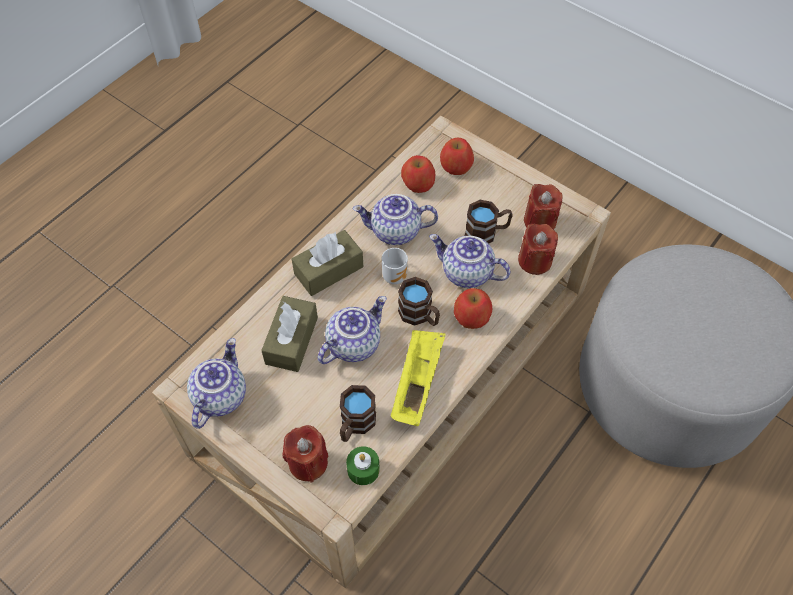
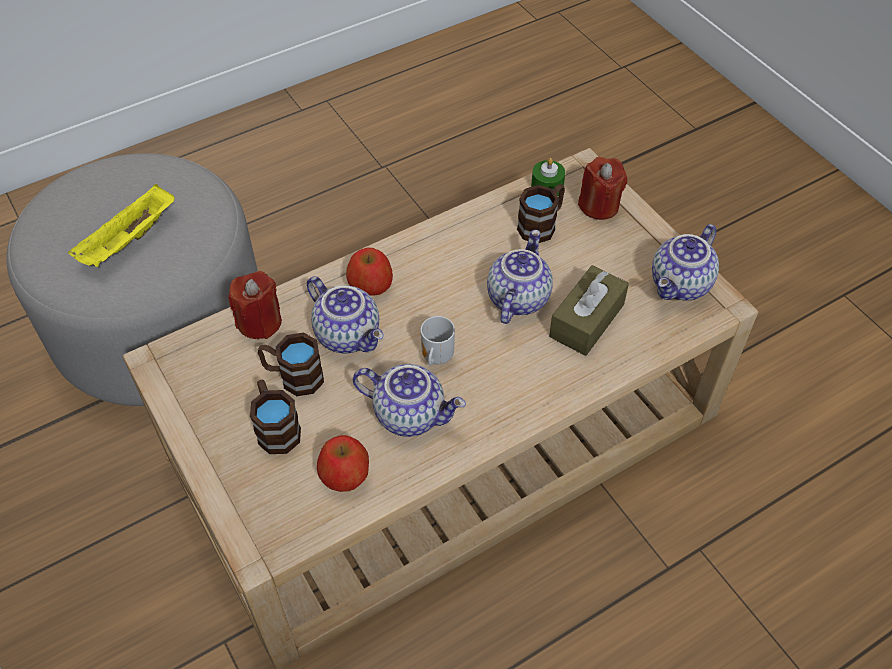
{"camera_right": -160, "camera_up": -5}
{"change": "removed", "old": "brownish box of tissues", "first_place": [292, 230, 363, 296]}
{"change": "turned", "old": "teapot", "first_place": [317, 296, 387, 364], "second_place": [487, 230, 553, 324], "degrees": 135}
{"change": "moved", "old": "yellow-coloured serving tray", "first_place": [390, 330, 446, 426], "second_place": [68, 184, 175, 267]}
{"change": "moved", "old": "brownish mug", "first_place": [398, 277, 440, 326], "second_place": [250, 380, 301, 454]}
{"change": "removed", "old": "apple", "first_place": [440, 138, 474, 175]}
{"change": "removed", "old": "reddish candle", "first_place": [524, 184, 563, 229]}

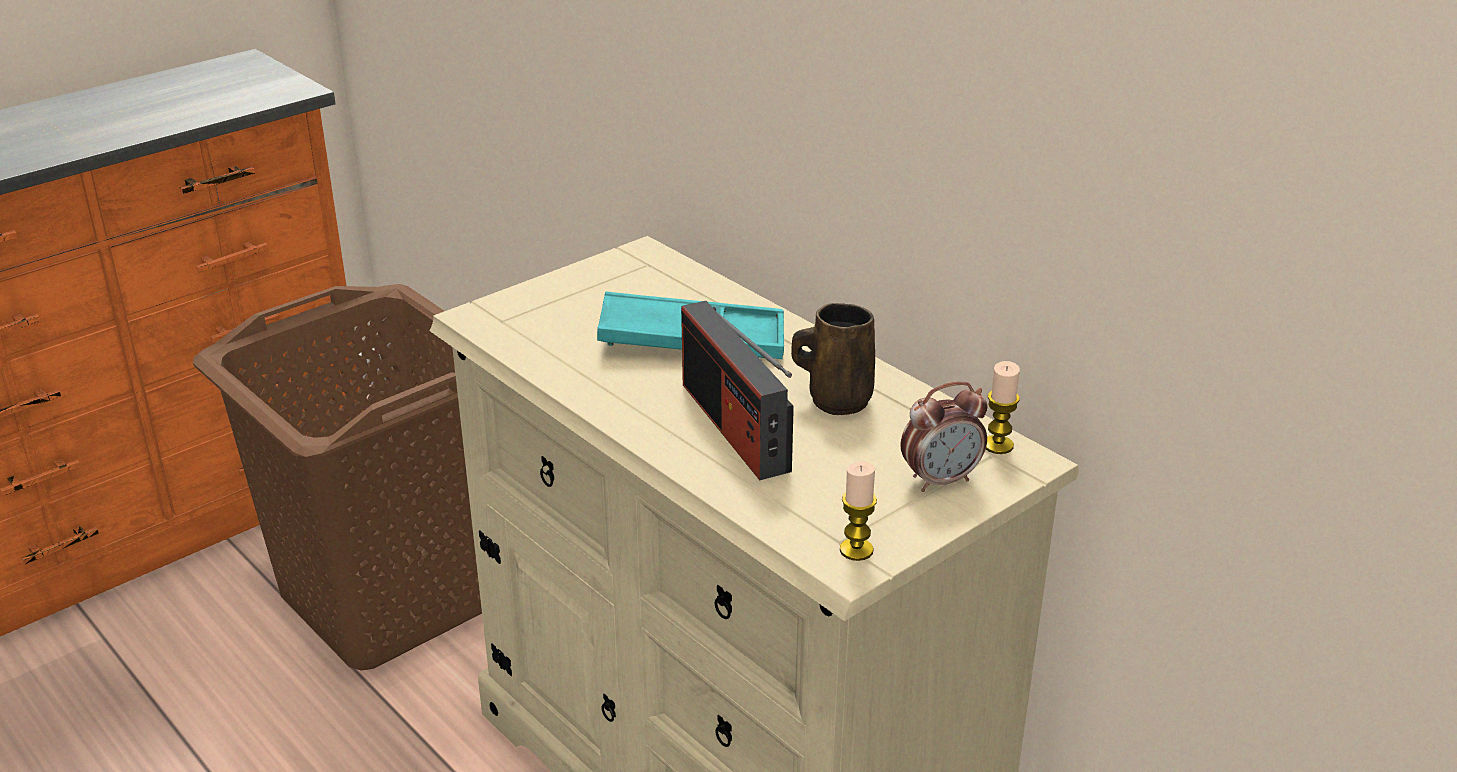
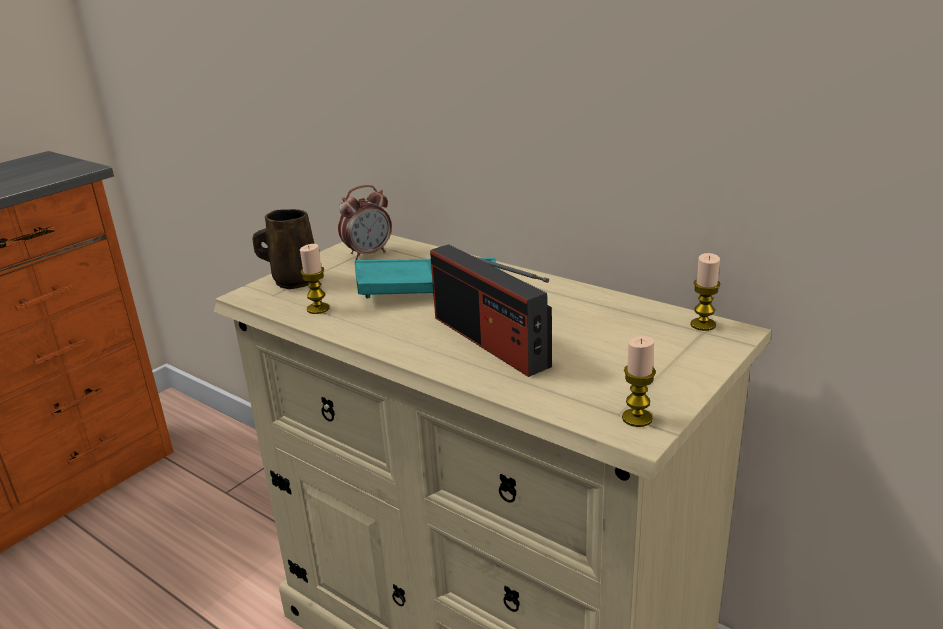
{"camera_right": -10, "camera_up": -5}
{"change": "removed", "old": "brownish washing basket", "first_place": [193, 284, 482, 671]}
{"change": "moved", "old": "brownish mug", "first_place": [791, 303, 875, 415], "second_place": [252, 209, 314, 289]}
{"change": "moved", "old": "alarm clock", "first_place": [901, 381, 988, 492], "second_place": [338, 185, 392, 260]}
{"change": "added", "new": "candle", "second_place": [300, 244, 329, 314]}

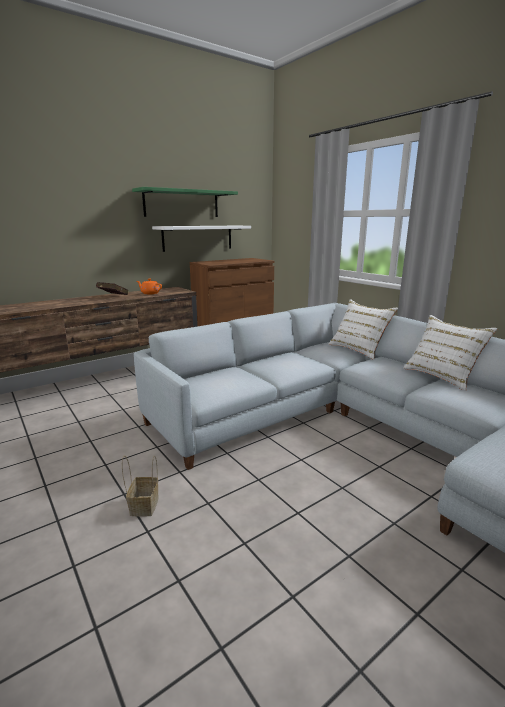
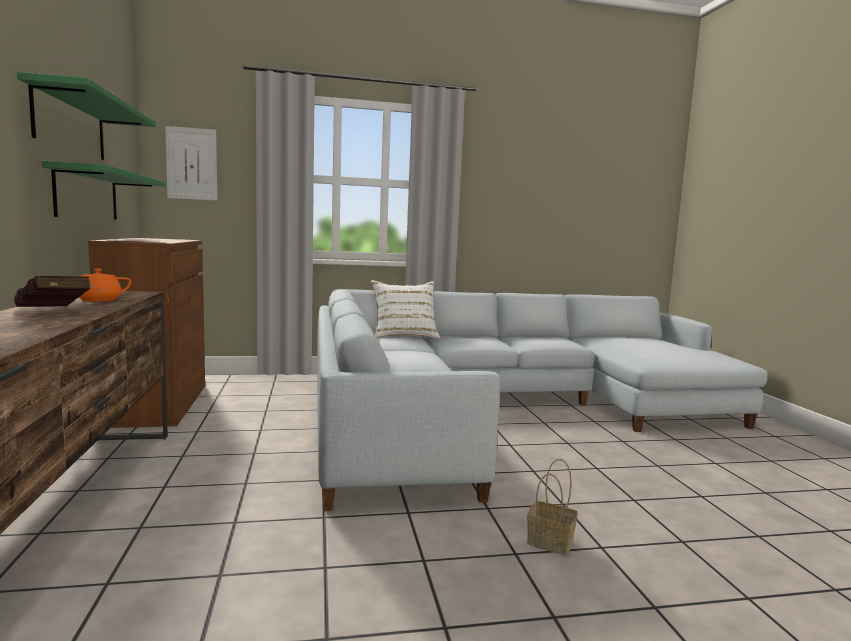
{"camera_right": -65, "camera_up": -10}
{"change": "recoloured", "old": "whitish bracket shelf", "new": "green-coloured bracket shelf", "first_place": [152, 226, 251, 252], "second_place": [42, 161, 165, 220]}
{"change": "removed", "old": "whitish throw pillow", "first_place": [403, 315, 498, 391]}
{"change": "added", "new": "picture", "second_place": [165, 126, 217, 201]}

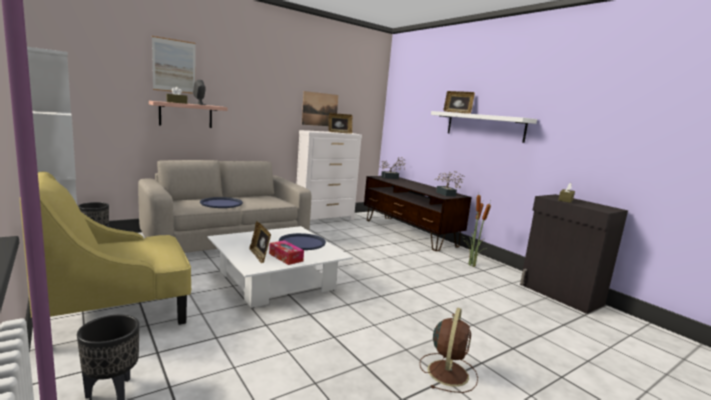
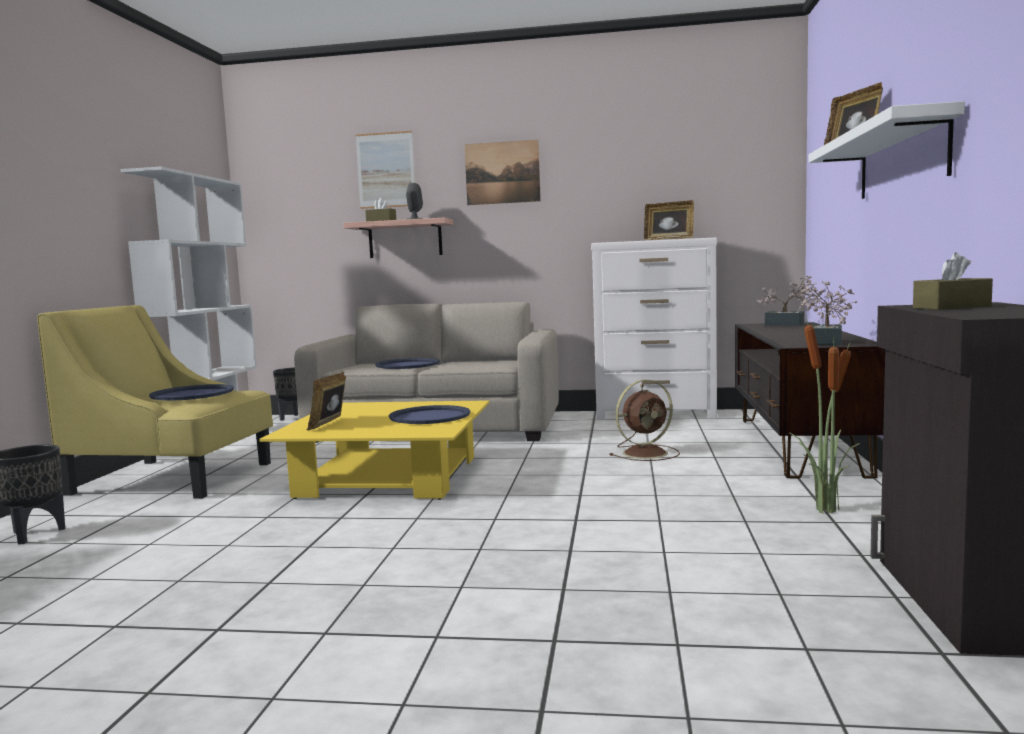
{"camera_right": 45, "camera_up": -5}
{"change": "recoloured", "old": "whitish coffee table", "new": "yellow-coloured coffee table", "first_place": [207, 226, 353, 308], "second_place": [259, 400, 489, 500]}
{"change": "removed", "old": "box of tissues", "first_place": [269, 240, 304, 265]}
{"change": "moved", "old": "picture", "first_place": [302, 91, 338, 126], "second_place": [464, 140, 541, 205]}
{"change": "moved", "old": "brownish cooling fan", "first_place": [420, 308, 478, 393], "second_place": [610, 379, 680, 461]}
{"change": "added", "new": "blue-coloured serving tray", "second_place": [149, 384, 234, 401]}

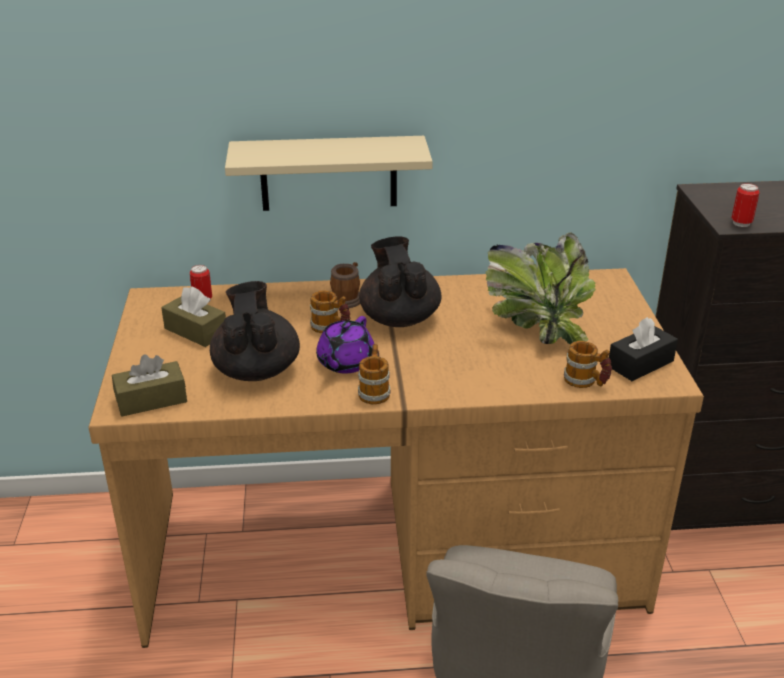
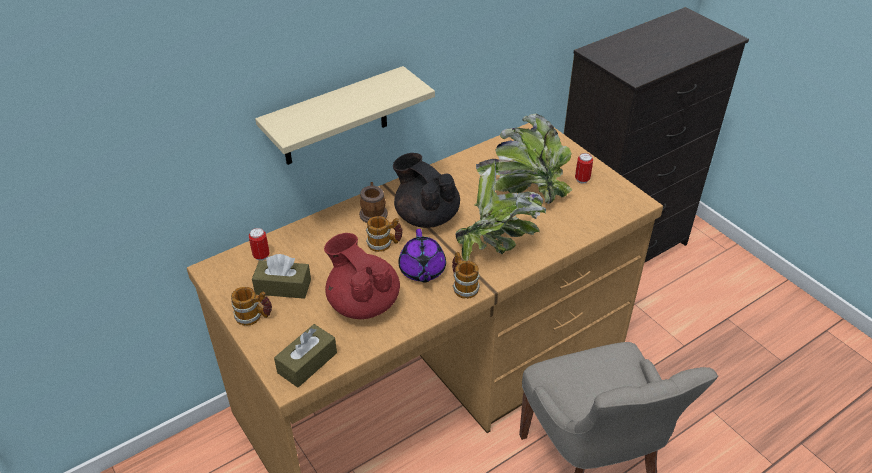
{"camera_right": -30, "camera_up": 10}
{"change": "recoloured", "old": "black-coloured teapot", "new": "reddish teapot", "first_place": [210, 281, 300, 381], "second_place": [324, 233, 400, 319]}
{"change": "moved", "old": "mug", "first_place": [564, 341, 612, 388], "second_place": [231, 287, 272, 326]}
{"change": "removed", "old": "black-coloured box of tissues", "first_place": [609, 317, 678, 381]}
{"change": "moved", "old": "sealed can", "first_place": [731, 183, 760, 227], "second_place": [575, 153, 593, 184]}
{"change": "added", "new": "houseplant", "second_place": [456, 159, 546, 261]}

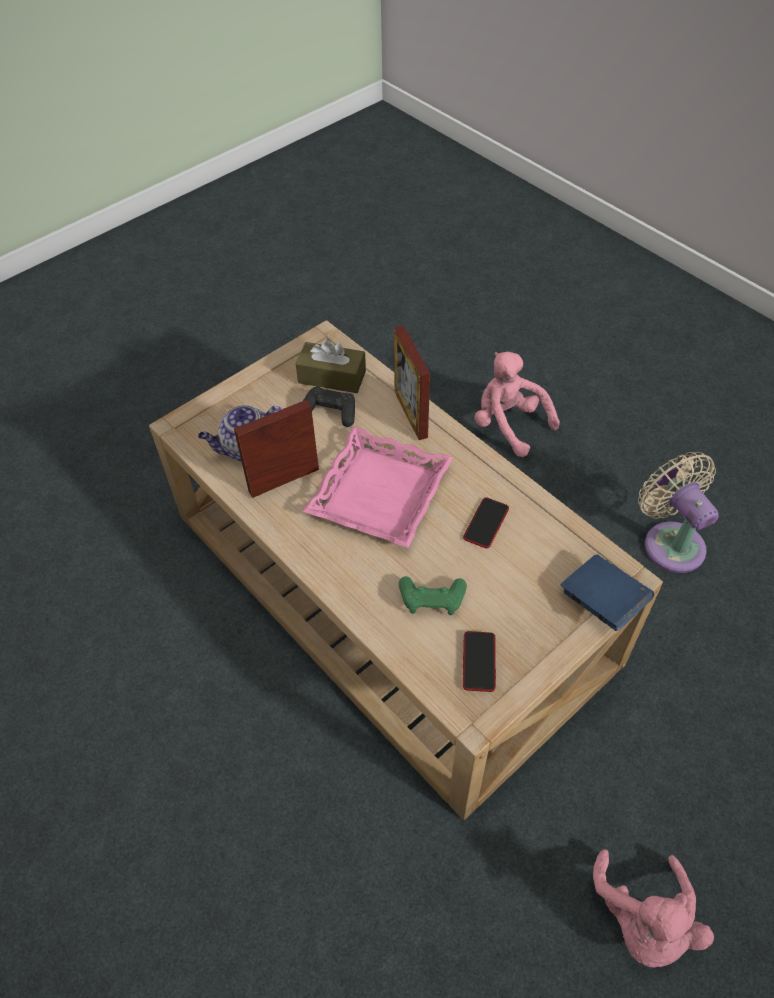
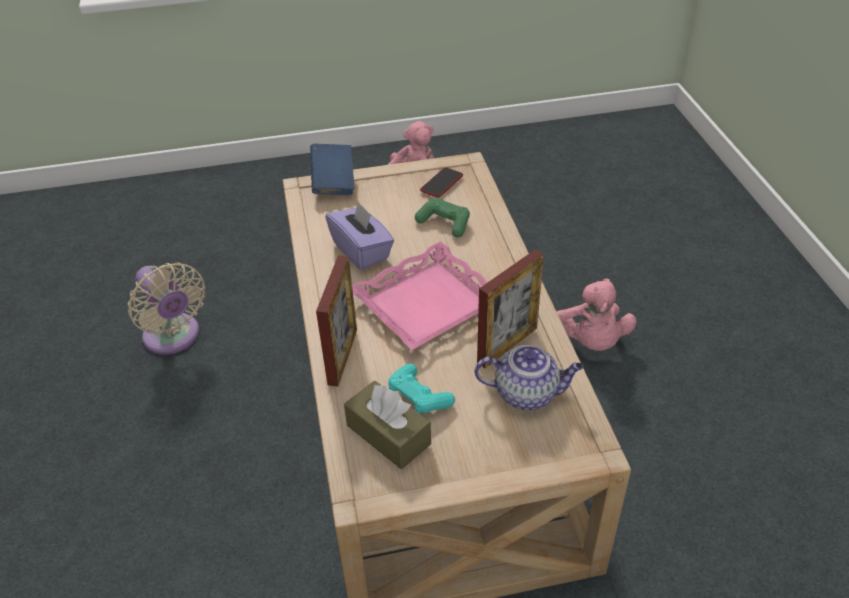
{"camera_right": -150, "camera_up": -10}
{"change": "turned", "old": "photo frame", "first_place": [234, 400, 319, 498], "second_place": [477, 249, 544, 368], "degrees": -45}
{"change": "recoloured", "old": "black-coloured gamepad", "new": "blue-green gamepad", "first_place": [303, 387, 355, 427], "second_place": [388, 364, 455, 414]}
{"change": "replaced", "old": "phone", "new": "purple-coloured box of tissues", "first_place": [463, 498, 509, 548], "second_place": [325, 201, 394, 270]}
{"change": "moved", "old": "pink plush toy", "first_place": [474, 352, 560, 457], "second_place": [556, 278, 637, 351]}
{"change": "turned", "old": "sand-coloured cooling fan", "first_place": [638, 452, 719, 573], "second_place": [128, 262, 206, 355], "degrees": -45}

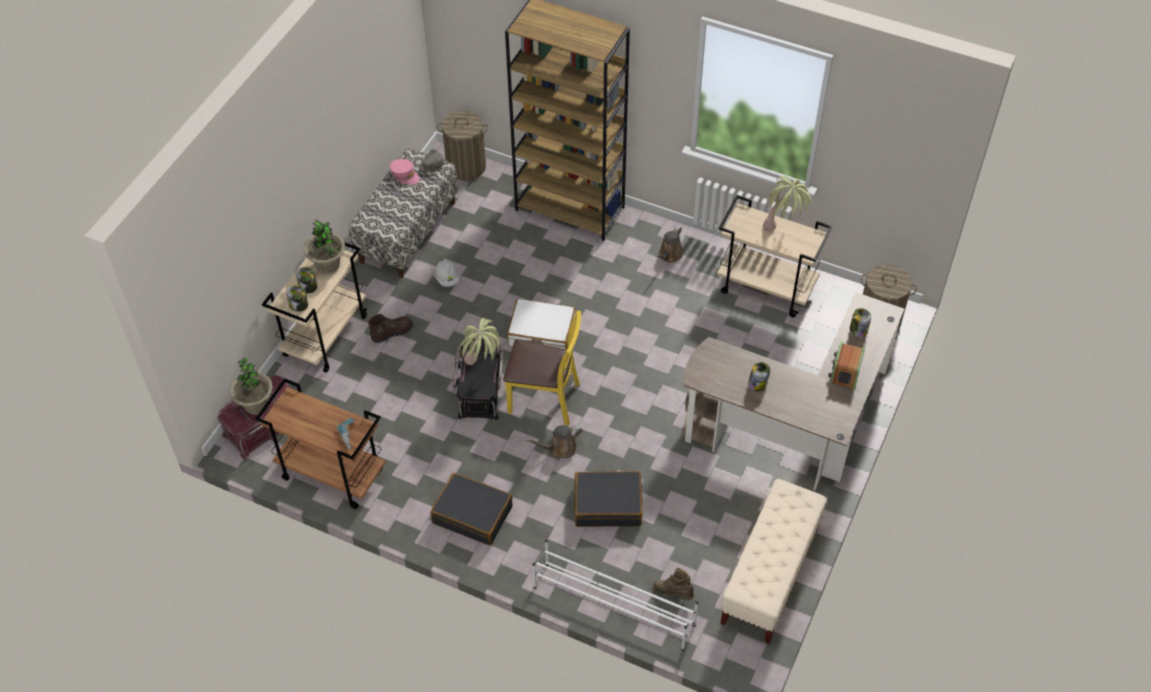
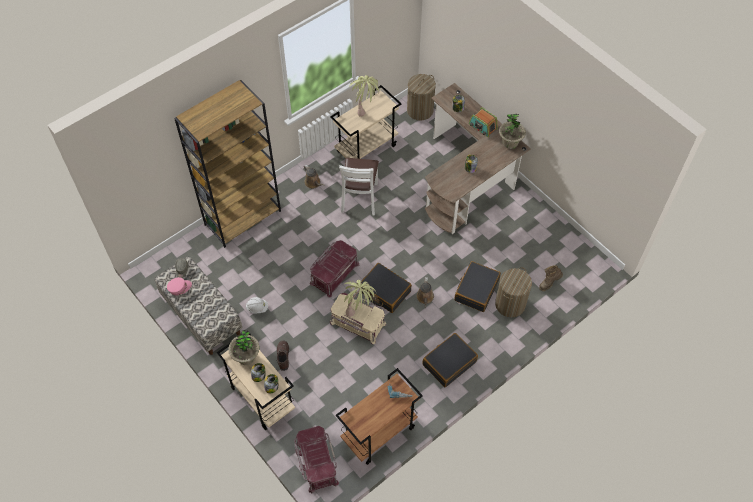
{"camera_right": -65, "camera_up": 5}
{"change": "moved", "old": "houseplant", "first_place": [230, 358, 273, 415], "second_place": [499, 113, 526, 149]}
{"change": "moved", "old": "washing basket", "first_place": [437, 110, 488, 181], "second_place": [495, 267, 532, 317]}
{"change": "recoloured", "old": "black-coloured storage bin", "new": "sand-coloured storage bin", "first_place": [453, 338, 504, 421], "second_place": [330, 293, 386, 344]}
{"change": "replaced", "old": "yellow-coloured plain chair", "new": "black-coloured piece of luggage", "first_place": [503, 310, 581, 426], "second_place": [359, 263, 412, 313]}
{"change": "replaced", "old": "whitish piece of luggage", "new": "reddish storage bin", "first_place": [507, 298, 576, 350], "second_place": [310, 240, 359, 298]}
{"change": "removed", "old": "whitish shoe stand", "first_place": [532, 539, 699, 651]}
{"change": "removed", "old": "sand-coloured bench", "first_place": [720, 479, 827, 644]}
{"change": "added", "new": "whitish plain chair", "second_place": [339, 158, 379, 215]}

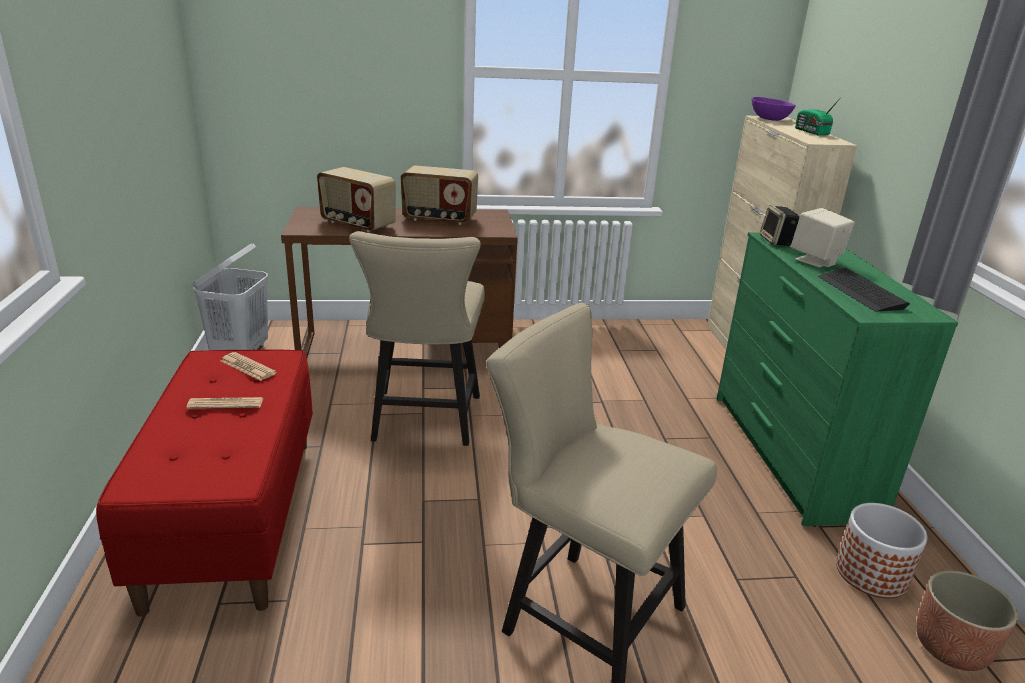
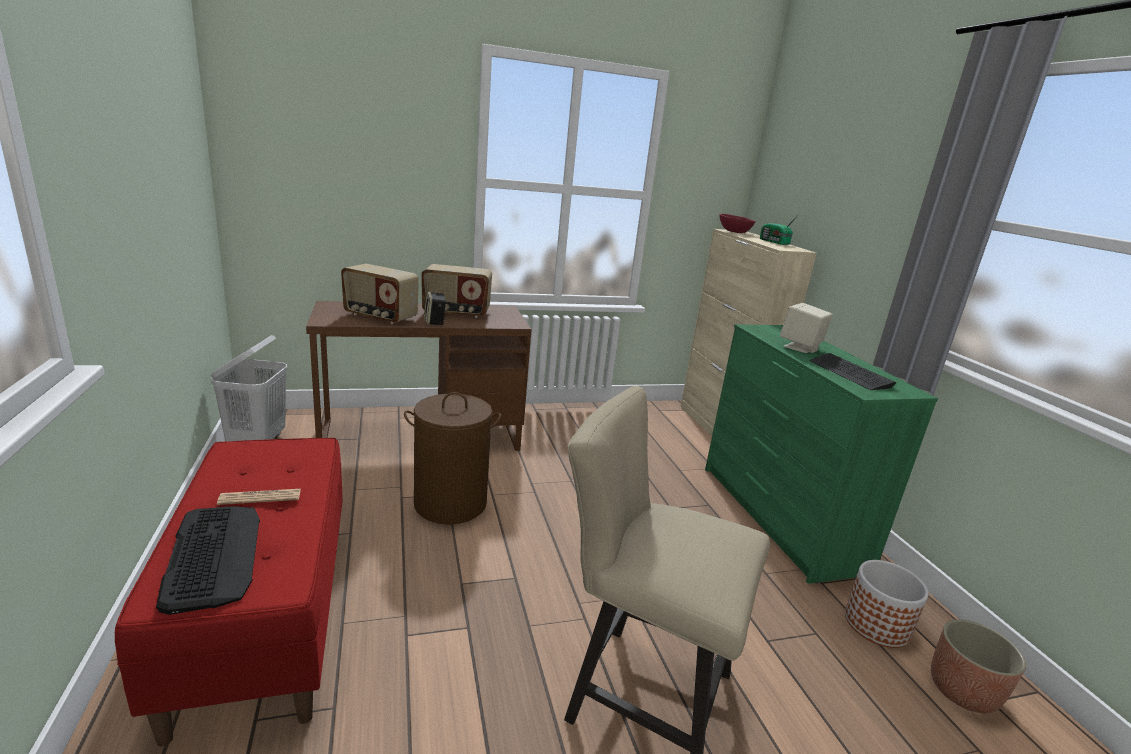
{"camera_right": -10, "camera_up": -5}
{"change": "removed", "old": "printed paper", "first_place": [221, 352, 276, 381]}
{"change": "replaced", "old": "sand-coloured plain chair", "new": "brownish washing basket", "first_place": [349, 231, 485, 446], "second_place": [404, 392, 501, 524]}
{"change": "recoloured", "old": "purple-coloured bowl", "new": "reddish bowl", "first_place": [751, 97, 796, 121], "second_place": [720, 214, 756, 233]}
{"change": "moved", "old": "audio speaker", "first_place": [760, 205, 800, 246], "second_place": [424, 292, 447, 325]}
{"change": "added", "new": "keyboard", "second_place": [156, 506, 260, 615]}

